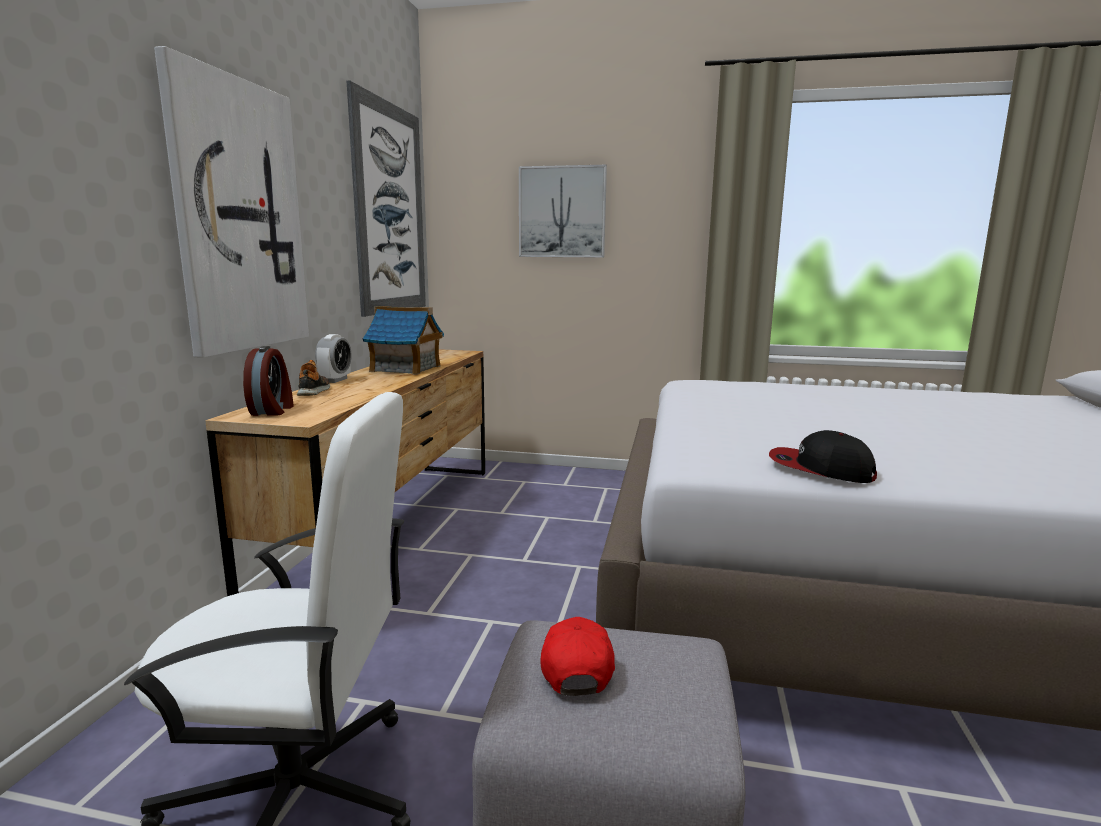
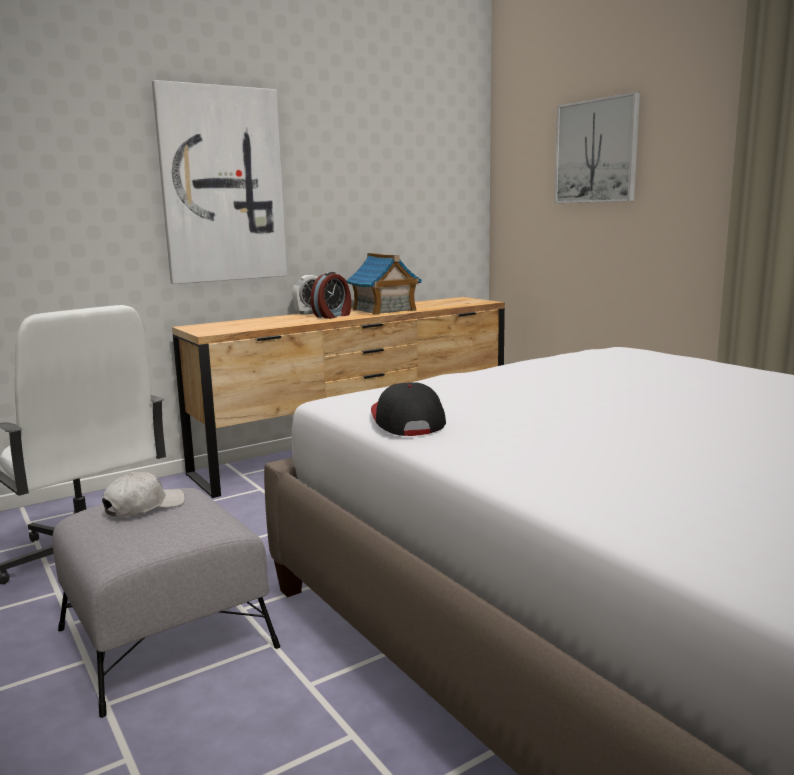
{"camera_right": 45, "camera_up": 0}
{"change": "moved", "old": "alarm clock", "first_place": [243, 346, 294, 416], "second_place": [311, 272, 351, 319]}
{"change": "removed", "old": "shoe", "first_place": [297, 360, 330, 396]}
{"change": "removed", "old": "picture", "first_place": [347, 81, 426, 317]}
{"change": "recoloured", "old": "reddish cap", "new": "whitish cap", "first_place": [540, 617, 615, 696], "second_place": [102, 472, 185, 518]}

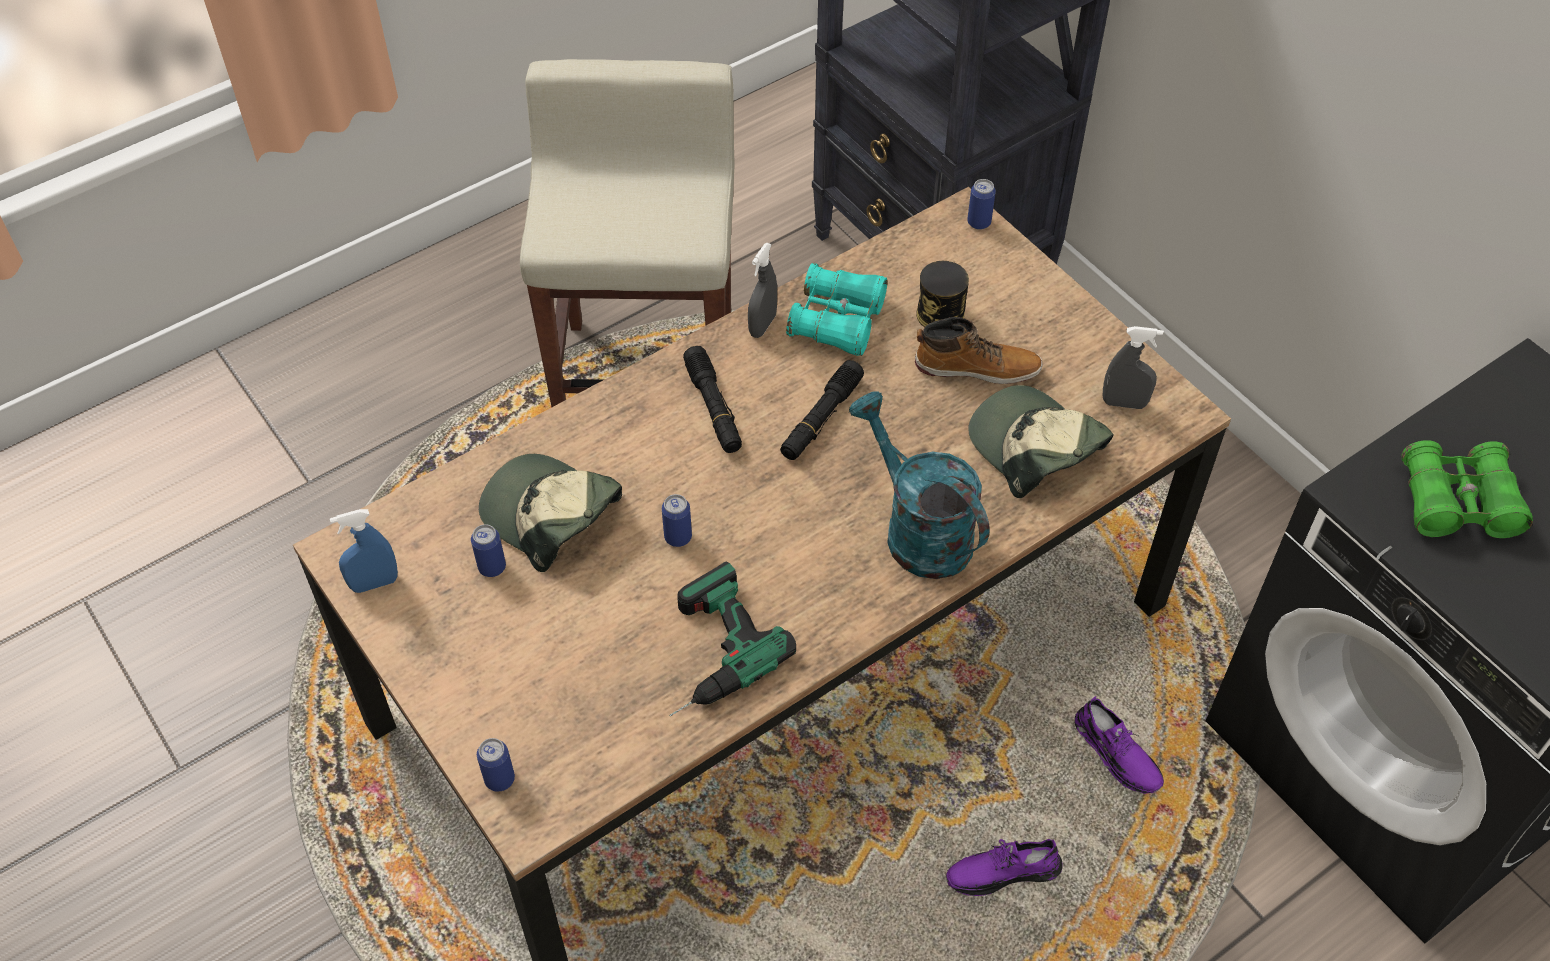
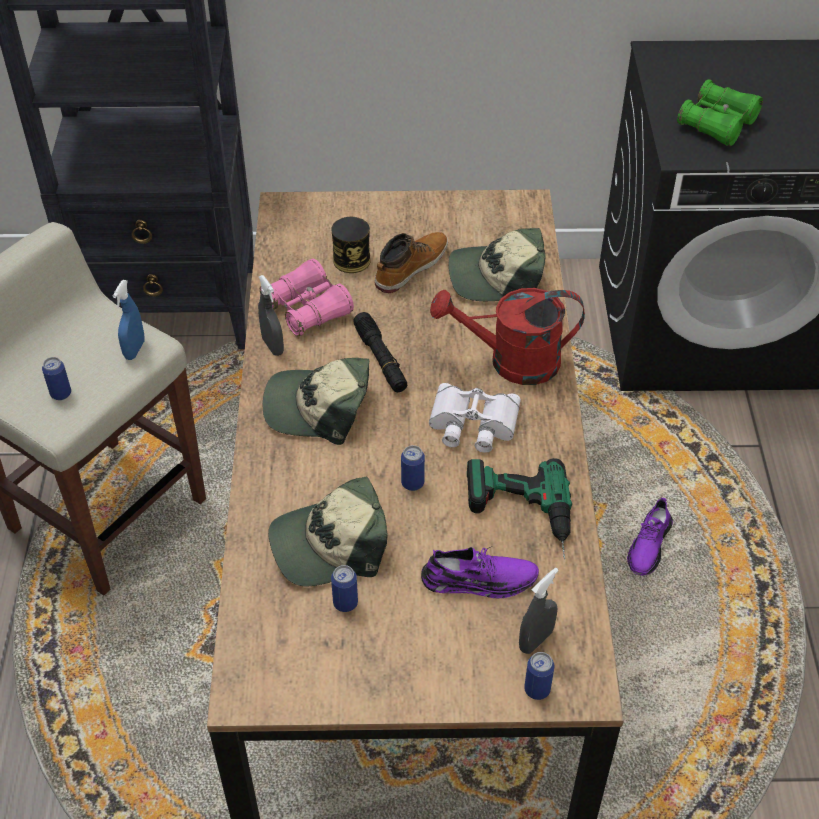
{"camera_right": -55, "camera_up": -5}
{"change": "moved", "old": "blue-coloured hand sprayer", "first_place": [330, 509, 398, 593], "second_place": [113, 280, 145, 360]}
{"change": "replaced", "old": "black-coloured hand torch", "new": "cap", "first_place": [683, 346, 742, 453], "second_place": [263, 358, 369, 445]}
{"change": "recoloured", "old": "blue-green binoculars", "new": "pink binoculars", "first_place": [786, 263, 888, 356], "second_place": [260, 259, 354, 336]}
{"change": "recoloured", "old": "blue-green watering can", "new": "reddish watering can", "first_place": [849, 391, 990, 579], "second_place": [430, 288, 585, 385]}
{"change": "moved", "old": "sealed can", "first_place": [967, 179, 996, 230], "second_place": [42, 357, 71, 400]}
{"change": "moved", "old": "purple-coloured shoe", "first_place": [1075, 696, 1164, 794], "second_place": [421, 546, 539, 598]}
{"change": "moved", "old": "grey hand sprayer", "first_place": [1103, 326, 1163, 409], "second_place": [519, 568, 559, 654]}
{"change": "added", "new": "whitish binoculars", "second_place": [429, 383, 521, 453]}

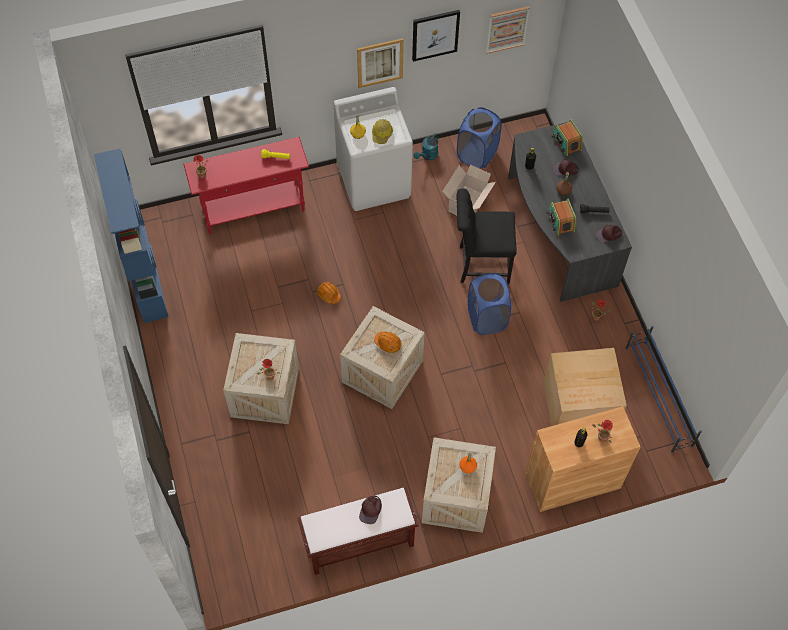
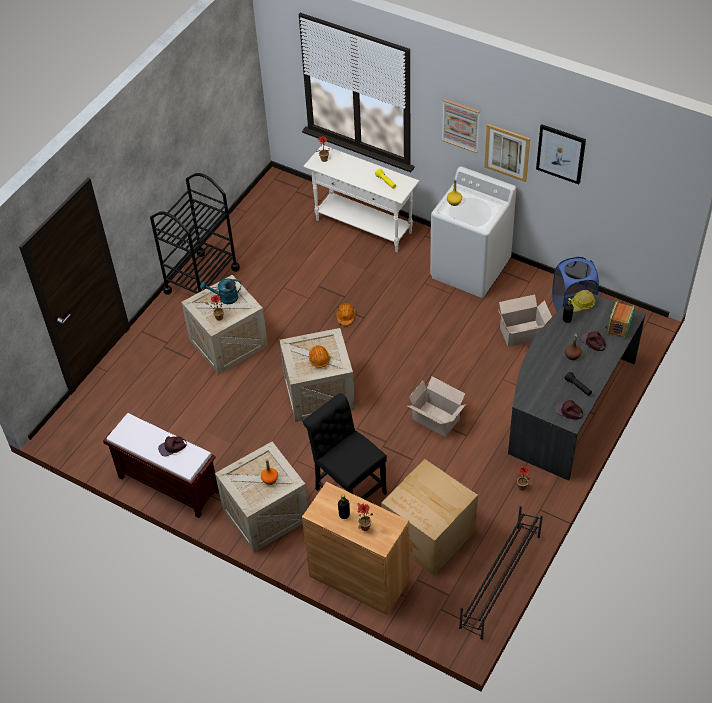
{"camera_right": 50, "camera_up": -10}
{"change": "removed", "old": "blue-coloured bookshelf", "first_place": [94, 148, 168, 323]}
{"change": "recoloured", "old": "reddish narrow table", "new": "whitish narrow table", "first_place": [183, 137, 309, 234], "second_place": [303, 145, 419, 252]}
{"change": "moved", "old": "work helmet", "first_place": [372, 119, 393, 144], "second_place": [571, 290, 595, 312]}
{"change": "moved", "old": "blue-green watering can", "first_place": [414, 133, 439, 160], "second_place": [200, 278, 241, 304]}
{"change": "moved", "old": "black-coloured plain chair", "first_place": [456, 189, 517, 284], "second_place": [303, 393, 387, 500]}
{"change": "replaced", "old": "blue-coloured washing basket", "new": "packing box", "first_place": [468, 273, 511, 335], "second_place": [408, 376, 466, 437]}
{"change": "moved", "old": "picture", "first_place": [486, 6, 530, 54], "second_place": [442, 99, 480, 153]}
{"change": "removed", "old": "radio", "first_place": [546, 199, 576, 236]}
{"change": "recoloured", "old": "blue-coloured shoe stand", "new": "black-coloured shoe stand", "first_place": [625, 326, 702, 453], "second_place": [459, 506, 543, 640]}
{"change": "added", "new": "black-coloured cart", "second_place": [150, 173, 240, 295]}

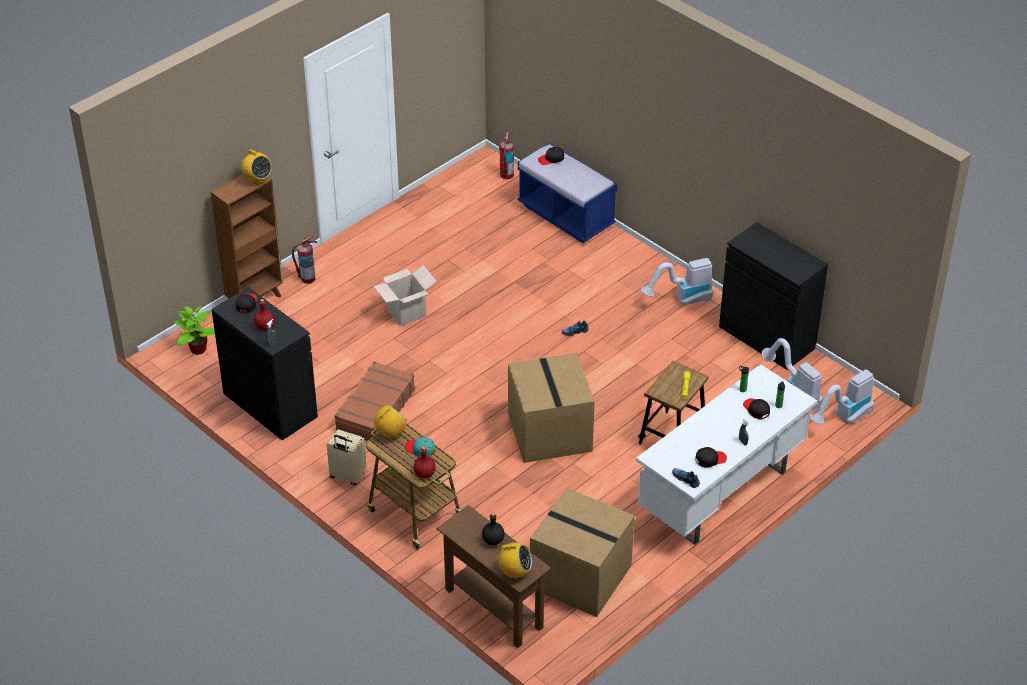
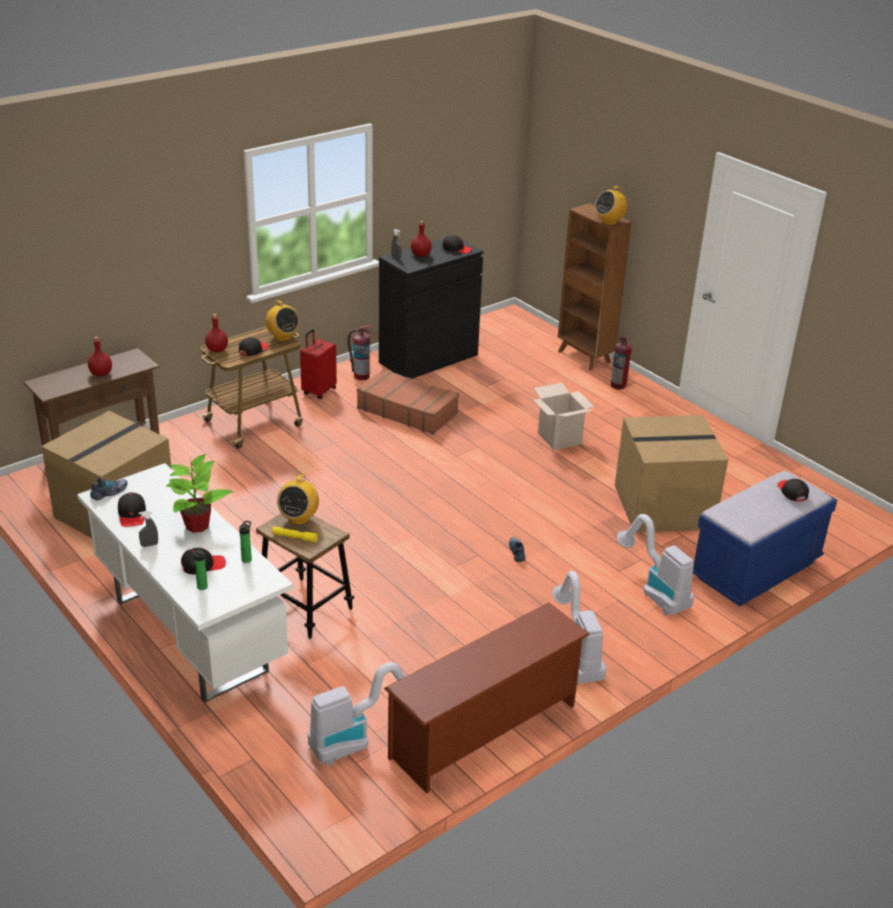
{"camera_right": 95, "camera_up": -10}
{"change": "moved", "old": "houseplant", "first_place": [174, 306, 215, 355], "second_place": [166, 454, 233, 533]}
{"change": "recoloured", "old": "sand-coloured piece of luggage", "new": "reddish piece of luggage", "first_place": [327, 429, 367, 485], "second_place": [300, 329, 337, 399]}
{"change": "recoloured", "old": "blue-green cap", "new": "black-coloured cap", "first_place": [405, 437, 435, 457], "second_place": [239, 337, 269, 356]}
{"change": "recoloured", "old": "black-coloured drink bottle", "new": "reddish drink bottle", "first_place": [482, 513, 505, 545], "second_place": [88, 337, 112, 376]}
{"change": "moved", "old": "radio", "first_place": [498, 543, 532, 579], "second_place": [277, 474, 319, 525]}
{"change": "moved", "old": "fire-fighting cylinder", "first_place": [499, 129, 514, 179], "second_place": [347, 325, 375, 380]}
{"change": "moved", "old": "packing box", "first_place": [508, 353, 595, 463], "second_place": [615, 415, 728, 533]}
{"change": "replaced", "old": "black-coloured cabinet", "new": "brownish shoe stand", "first_place": [719, 222, 828, 370], "second_place": [384, 602, 590, 793]}
{"change": "moved", "old": "vacuum", "first_place": [810, 369, 874, 424], "second_place": [617, 514, 694, 615]}

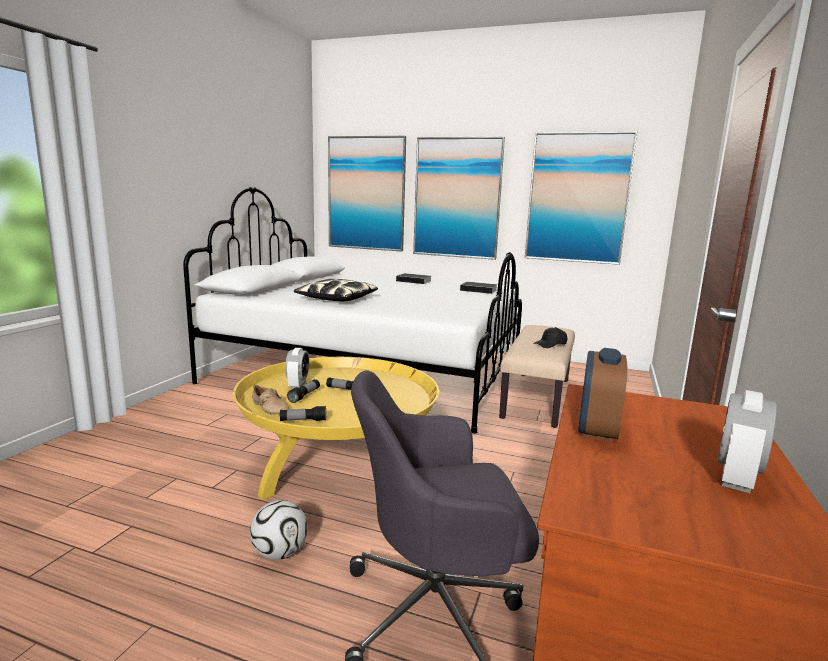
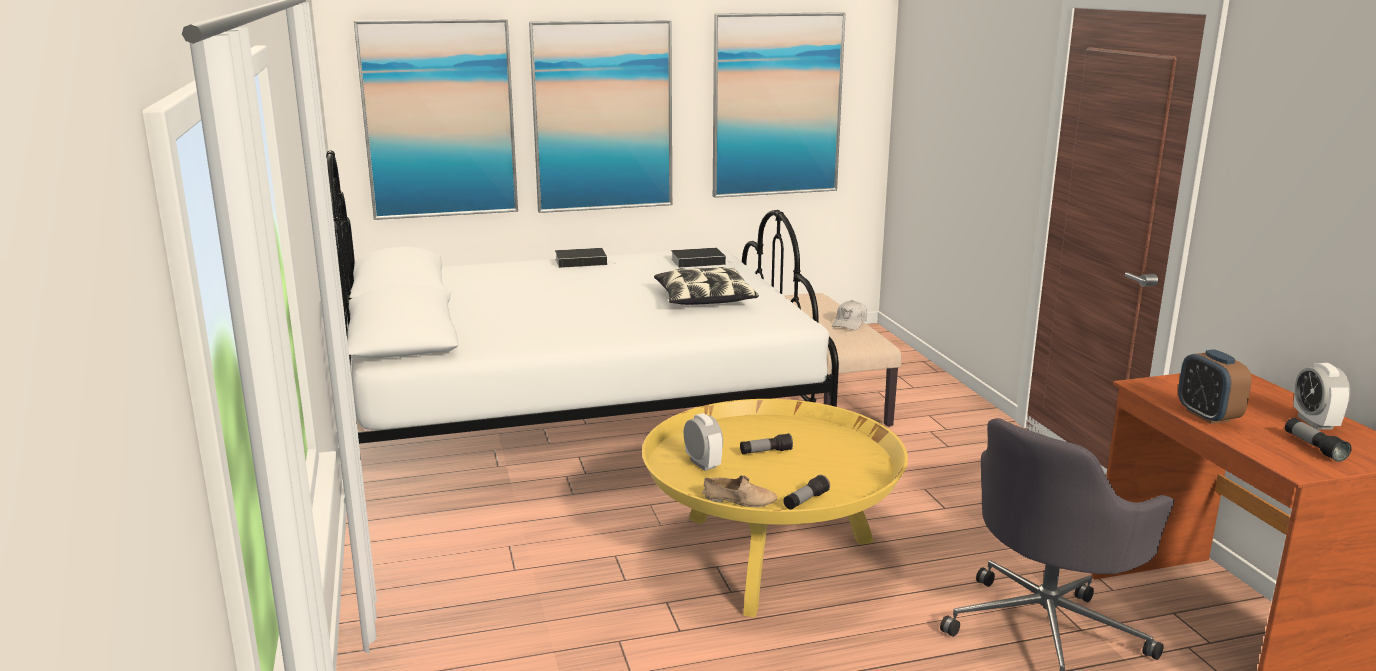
{"camera_right": -35, "camera_up": 5}
{"change": "removed", "old": "ball for football", "first_place": [250, 500, 307, 560]}
{"change": "moved", "old": "hand torch", "first_place": [287, 379, 320, 403], "second_place": [1285, 418, 1352, 462]}
{"change": "moved", "old": "throw pillow", "first_place": [294, 279, 378, 301], "second_place": [654, 267, 759, 305]}
{"change": "recoloured", "old": "black-coloured cap", "new": "whitish cap", "first_place": [533, 327, 567, 348], "second_place": [832, 300, 867, 330]}

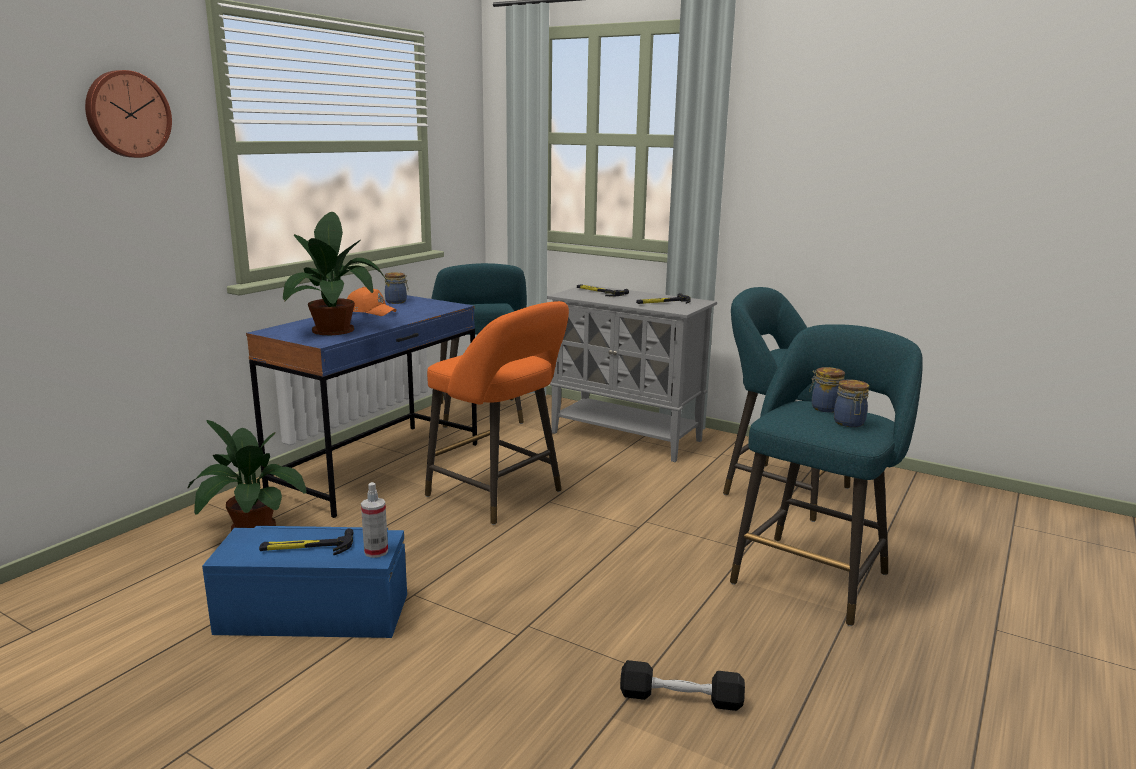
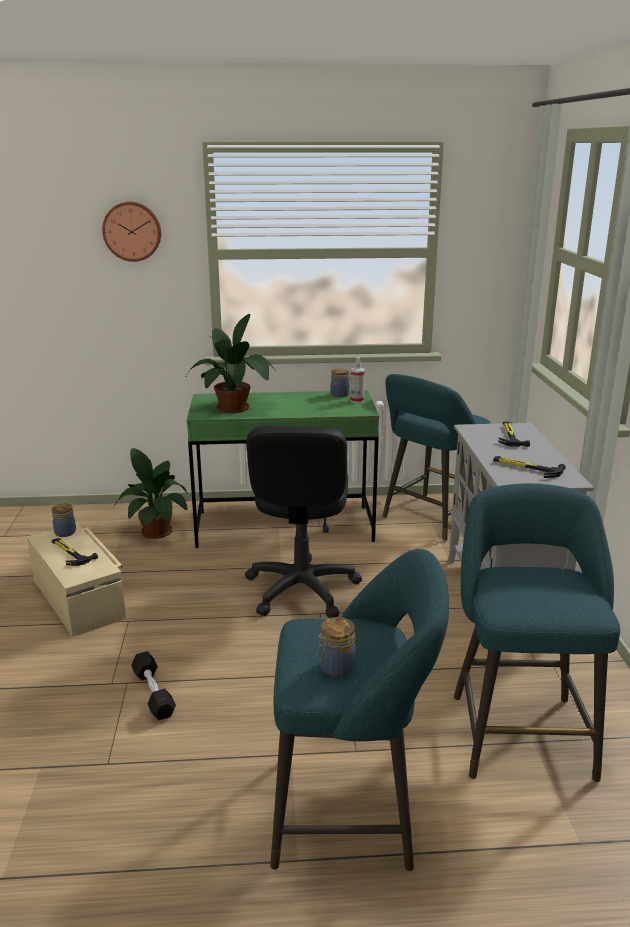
{"camera_right": 55, "camera_up": 5}
{"change": "recoloured", "old": "blue-coloured storage bin", "new": "sand-coloured storage bin", "first_place": [202, 526, 407, 638], "second_place": [27, 523, 126, 637]}
{"change": "recoloured", "old": "blue-coloured desk", "new": "green-coloured desk", "first_place": [246, 295, 477, 518], "second_place": [187, 390, 379, 548]}
{"change": "removed", "old": "orangey cap", "first_place": [347, 287, 396, 316]}
{"change": "moved", "old": "hand sprayer", "first_place": [361, 482, 388, 558], "second_place": [350, 357, 365, 403]}
{"change": "replaced", "old": "orangey sitting stool", "new": "black-coloured computer chair", "first_place": [425, 301, 569, 525], "second_place": [245, 425, 362, 618]}
{"change": "moved", "old": "black-coloured free weight", "first_place": [620, 660, 745, 711], "second_place": [131, 651, 176, 720]}
{"change": "moved", "old": "jar", "first_place": [809, 367, 845, 413], "second_place": [52, 503, 76, 537]}

